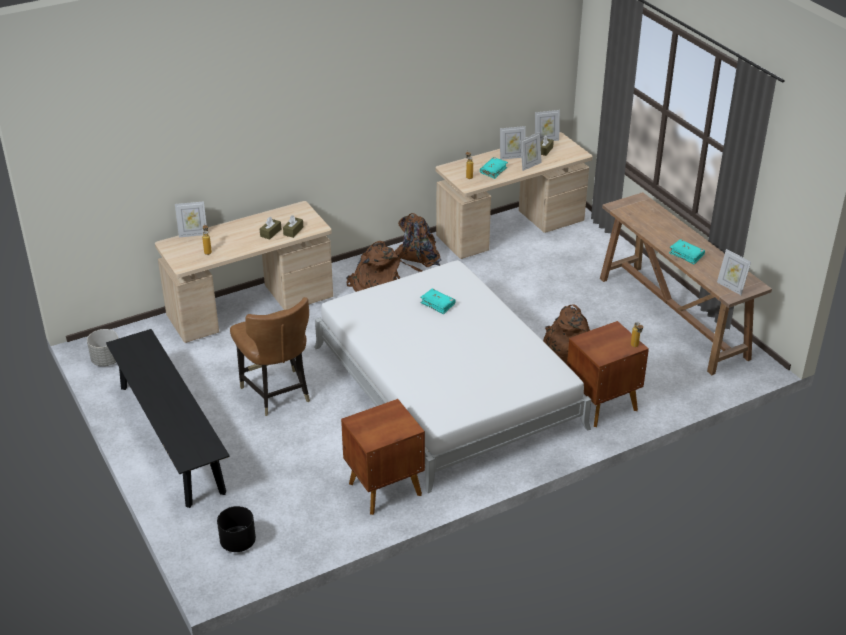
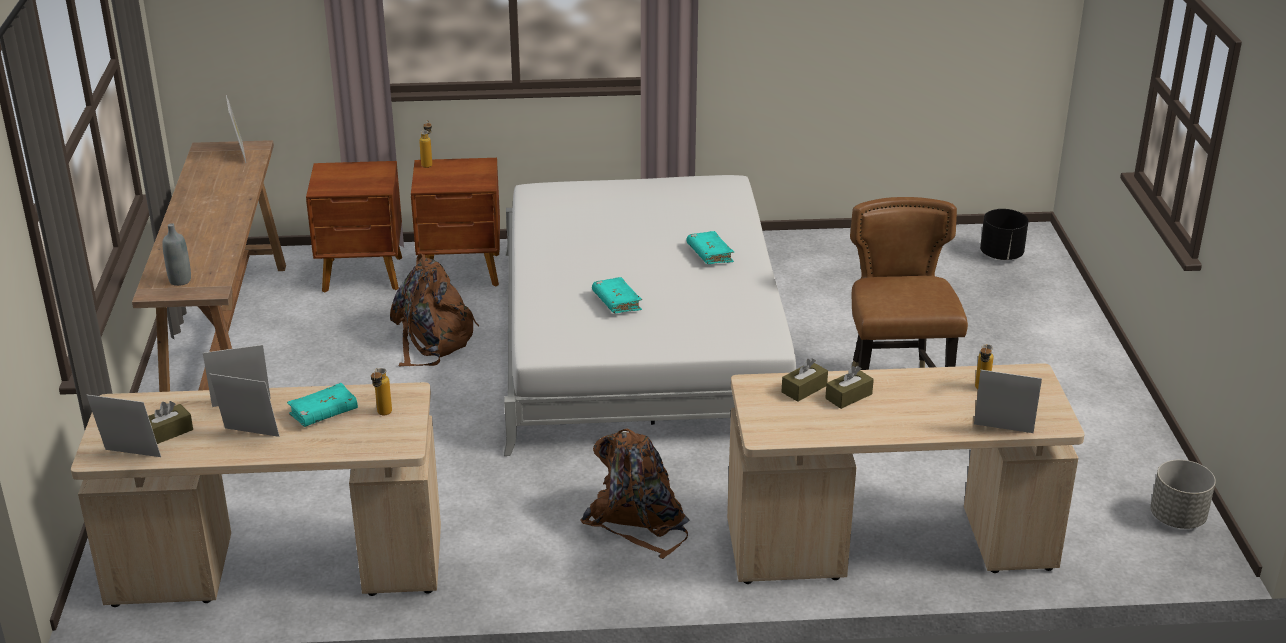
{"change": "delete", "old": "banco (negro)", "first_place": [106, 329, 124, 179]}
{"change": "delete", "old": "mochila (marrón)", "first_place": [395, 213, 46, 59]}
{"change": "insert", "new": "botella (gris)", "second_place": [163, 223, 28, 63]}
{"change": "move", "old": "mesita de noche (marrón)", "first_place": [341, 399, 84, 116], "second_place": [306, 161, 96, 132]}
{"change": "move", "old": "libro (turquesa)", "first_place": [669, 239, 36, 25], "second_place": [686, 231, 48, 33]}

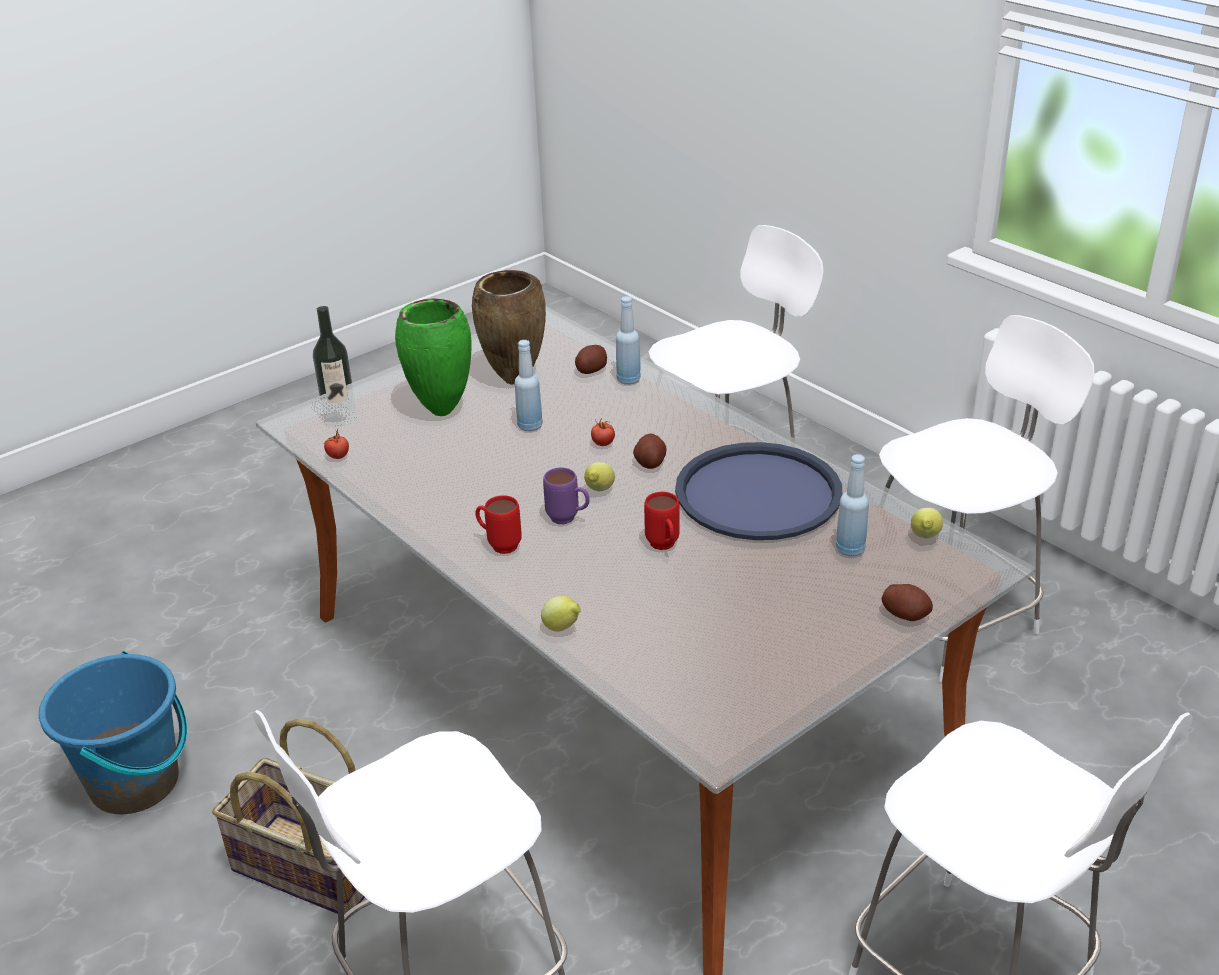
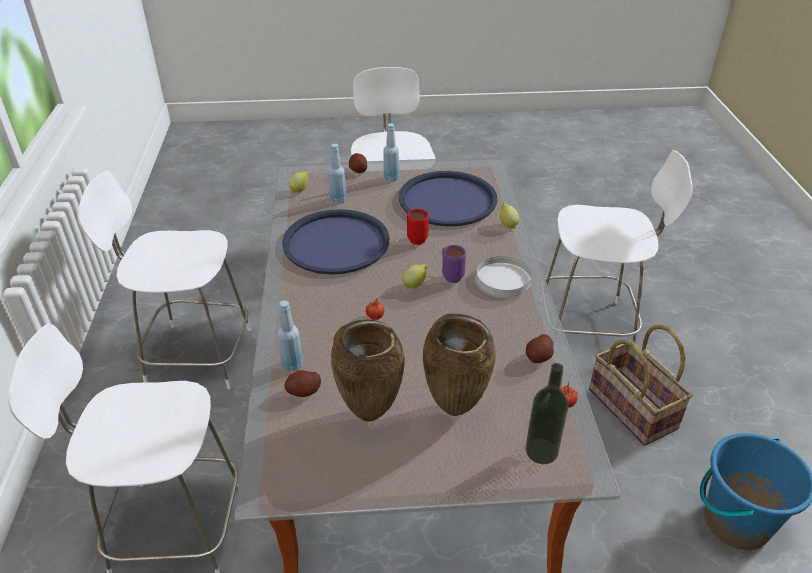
{"change": "insert", "new": "bandeja (azul)", "second_place": [399, 171, 98, 55]}
{"change": "move", "old": "botella (azul)", "first_place": [515, 340, 28, 91], "second_place": [383, 123, 16, 58]}
{"change": "move", "old": "patata", "first_place": [633, 433, 34, 36], "second_place": [526, 334, 28, 29]}
{"change": "replace", "old": "taza grande (rojo)", "new": "plato (blanco)", "first_place": [475, 495, 47, 59], "second_place": [476, 256, 56, 41]}
{"change": "recolor", "old": "florero (verde)", "new": "florero (marrón)", "first_place": [395, 298, 77, 118], "second_place": [423, 314, 73, 102]}

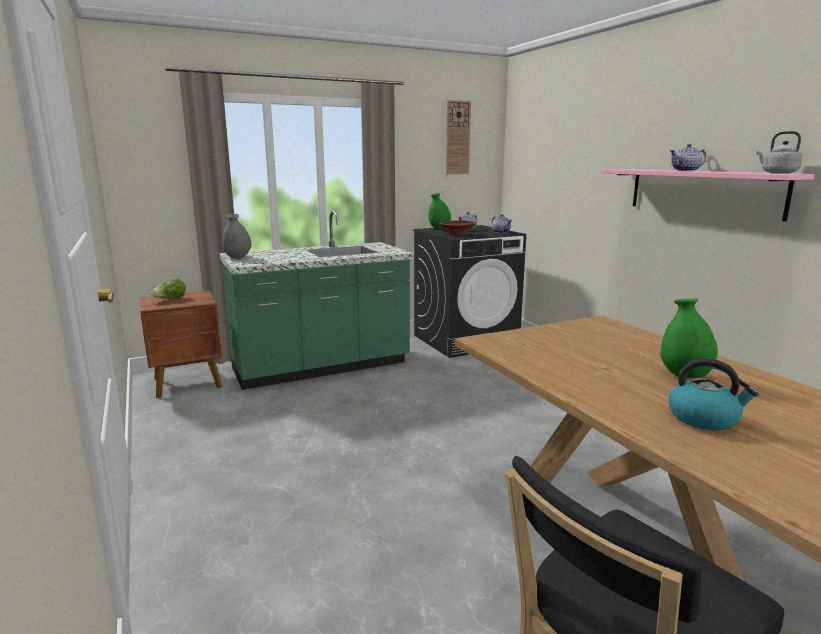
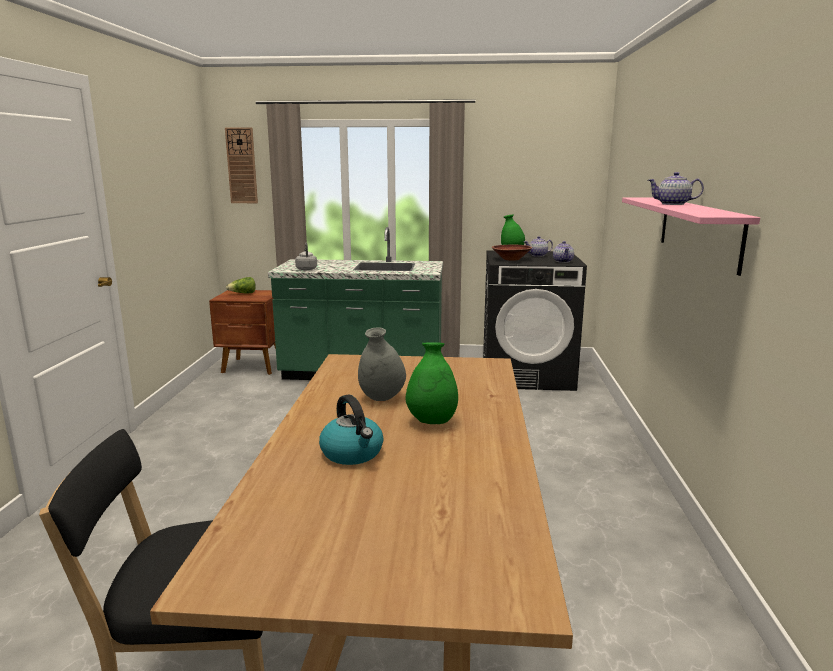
{"change": "move", "old": "florero (gris)", "first_place": [222, 214, 30, 45], "second_place": [358, 327, 48, 74]}
{"change": "move", "old": "reloj de pared", "first_place": [446, 100, 25, 74], "second_place": [225, 127, 33, 76]}
{"change": "move", "old": "hervidor (gris)", "first_place": [756, 131, 46, 42], "second_place": [295, 243, 22, 27]}

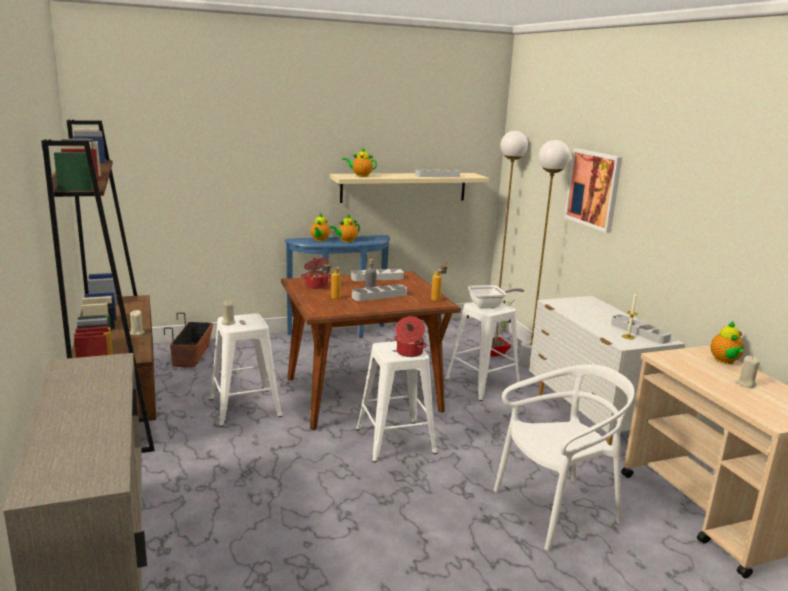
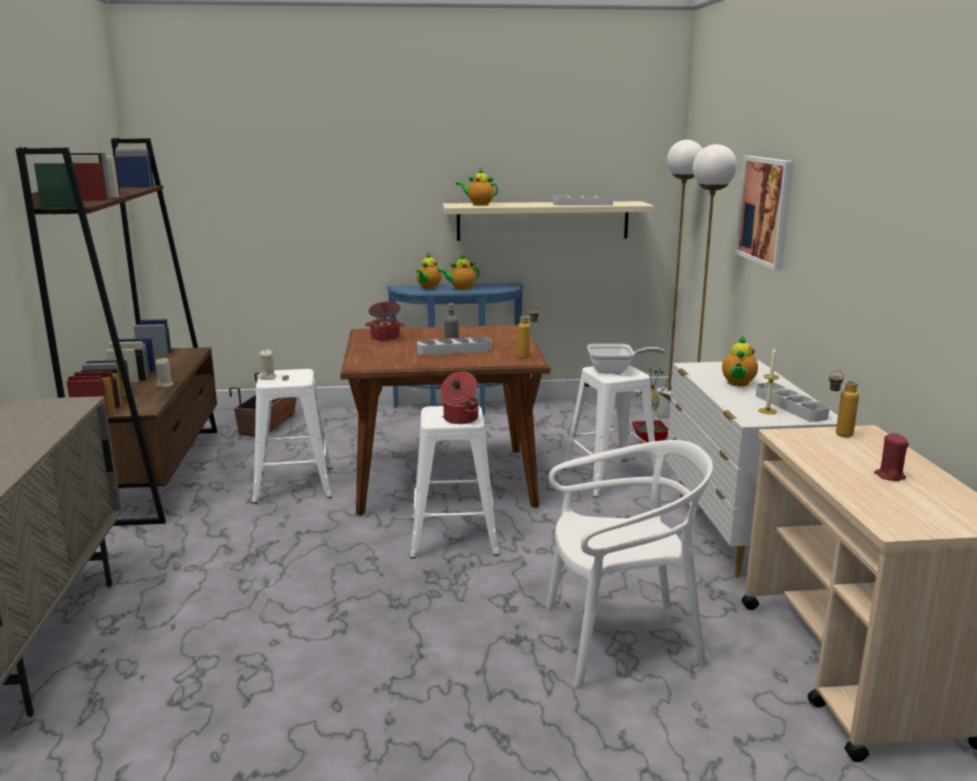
{"change": "delete", "old": "bandeja (gris)", "first_place": [351, 269, 53, 12]}
{"change": "move", "old": "botella", "first_place": [323, 261, 18, 39], "second_place": [829, 370, 30, 67]}
{"change": "move", "old": "tetera", "first_place": [710, 321, 34, 43], "second_place": [722, 336, 36, 50]}
{"change": "recolor", "old": "vela (beis)", "new": "vela (rojo)", "first_place": [735, 356, 25, 32], "second_place": [874, 433, 35, 48]}

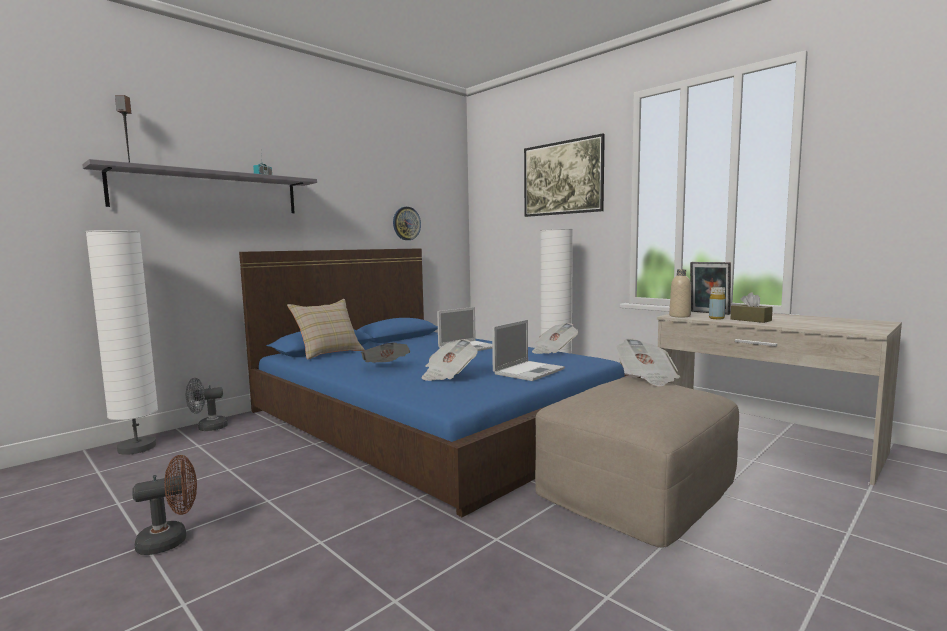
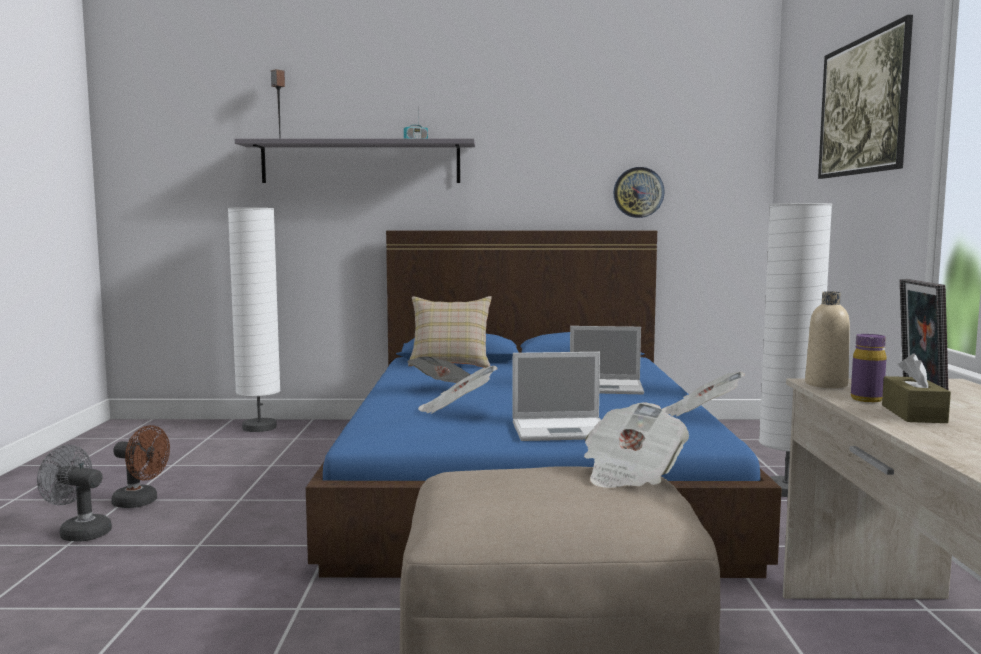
{"change": "move", "old": "ventilador (gris)", "first_place": [186, 378, 42, 53], "second_place": [37, 445, 75, 97]}
{"change": "recolor", "old": "botella (amarillo)", "new": "botella (morado)", "first_place": [709, 287, 17, 32], "second_place": [851, 334, 35, 68]}

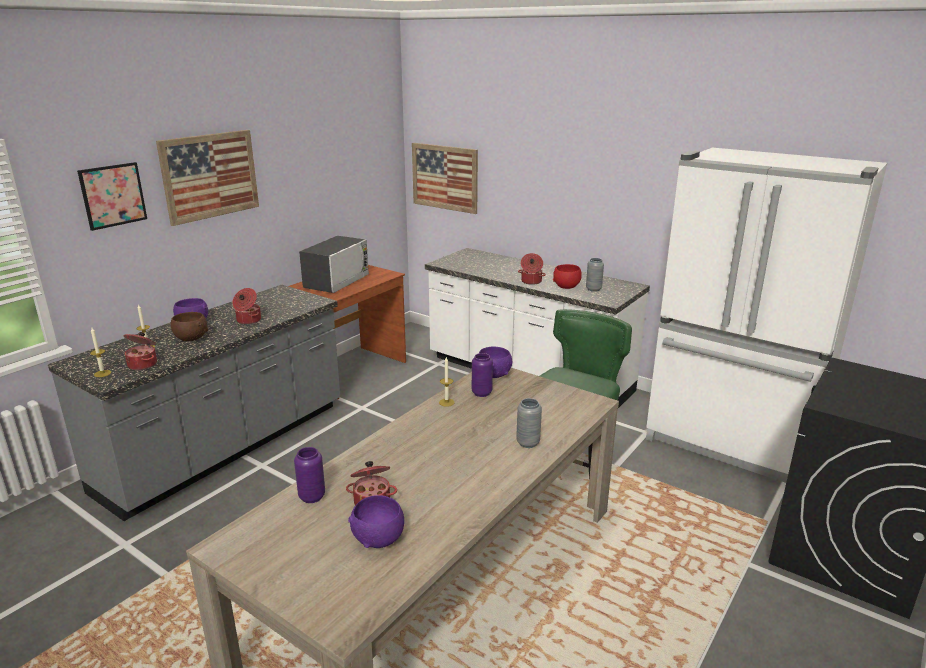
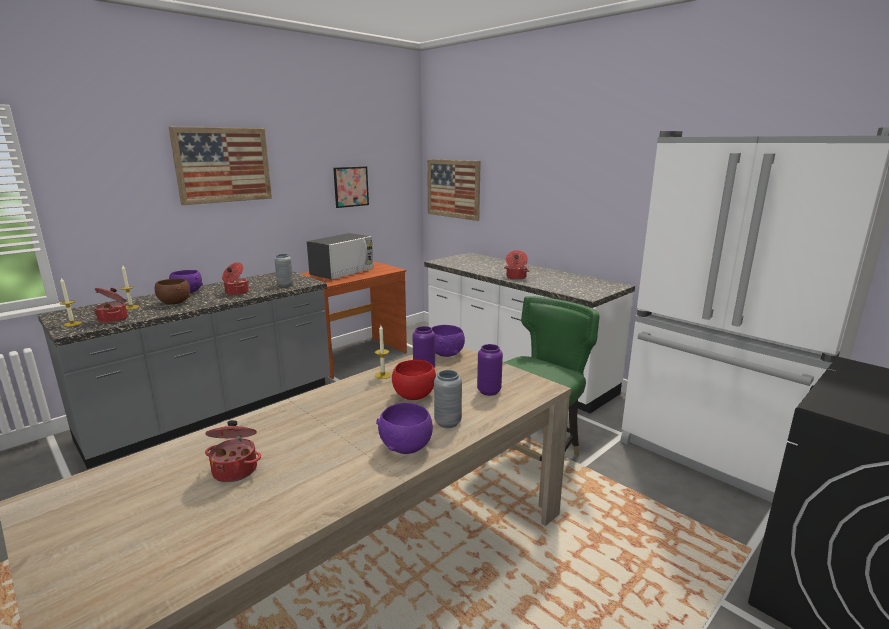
{"change": "move", "old": "cuadro", "first_place": [77, 162, 70, 69], "second_place": [333, 167, 36, 41]}
{"change": "move", "old": "florero (morado)", "first_place": [294, 447, 31, 56], "second_place": [477, 344, 26, 52]}
{"change": "move", "old": "cuenco (morado)", "first_place": [348, 495, 56, 53], "second_place": [376, 403, 57, 51]}
{"change": "move", "old": "cuenco (rojo)", "first_place": [553, 264, 29, 25], "second_place": [392, 360, 44, 40]}
{"change": "move", "old": "florero (gris)", "first_place": [586, 258, 18, 34], "second_place": [274, 254, 19, 33]}

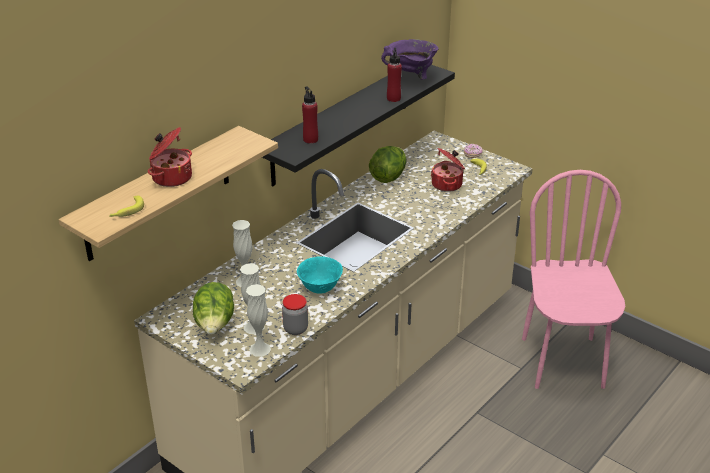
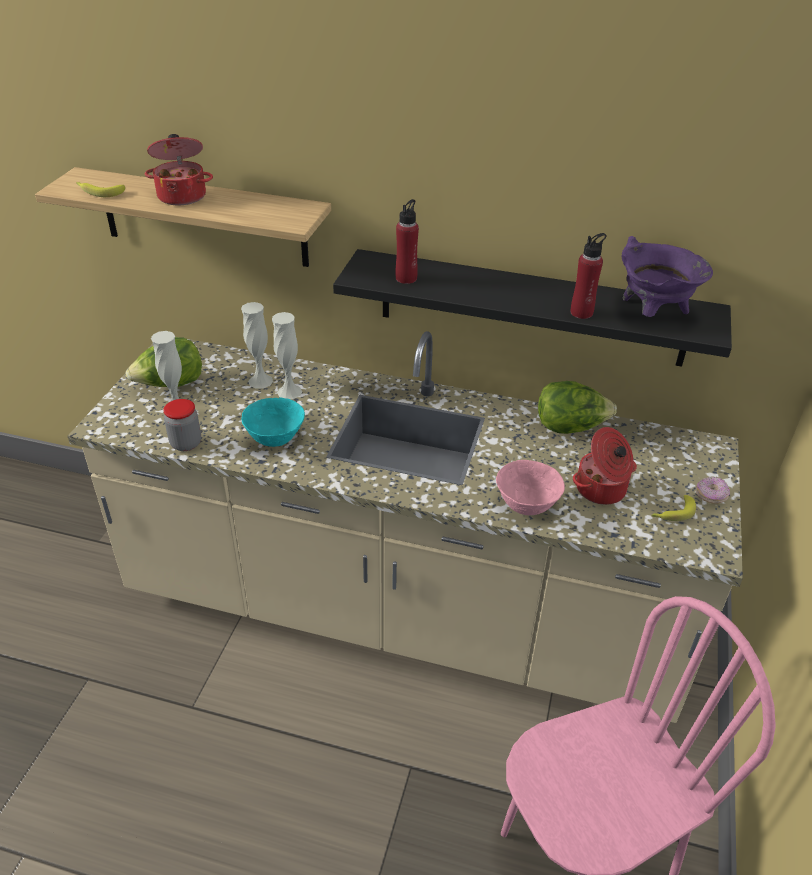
{"change": "insert", "new": "cuenco (rosa)", "second_place": [496, 460, 69, 55]}
{"change": "move", "old": "florero (blanco)", "first_place": [246, 284, 25, 73], "second_place": [272, 312, 30, 87]}

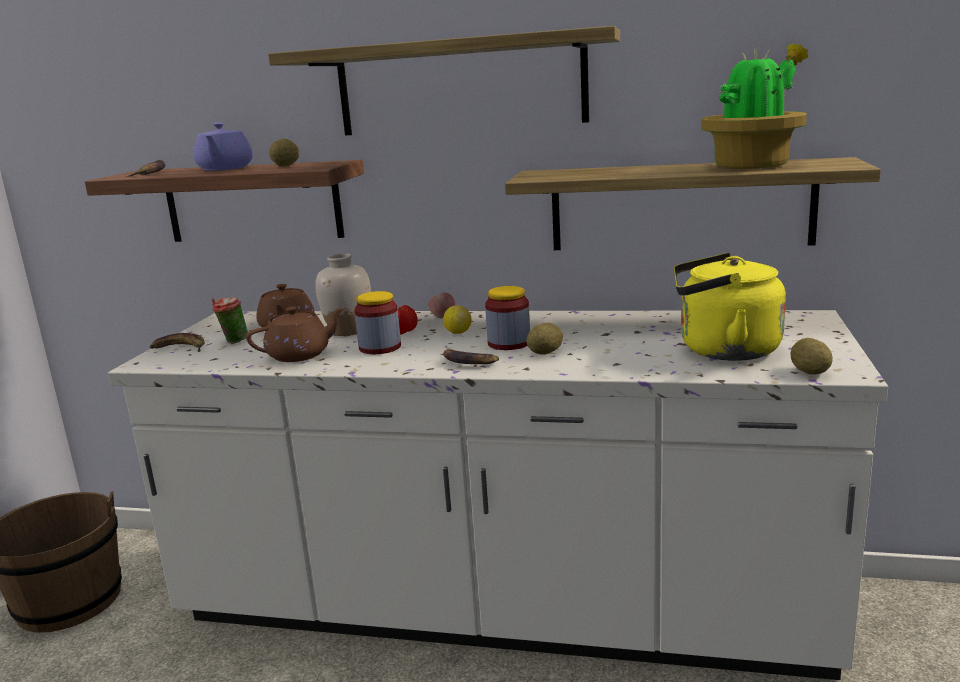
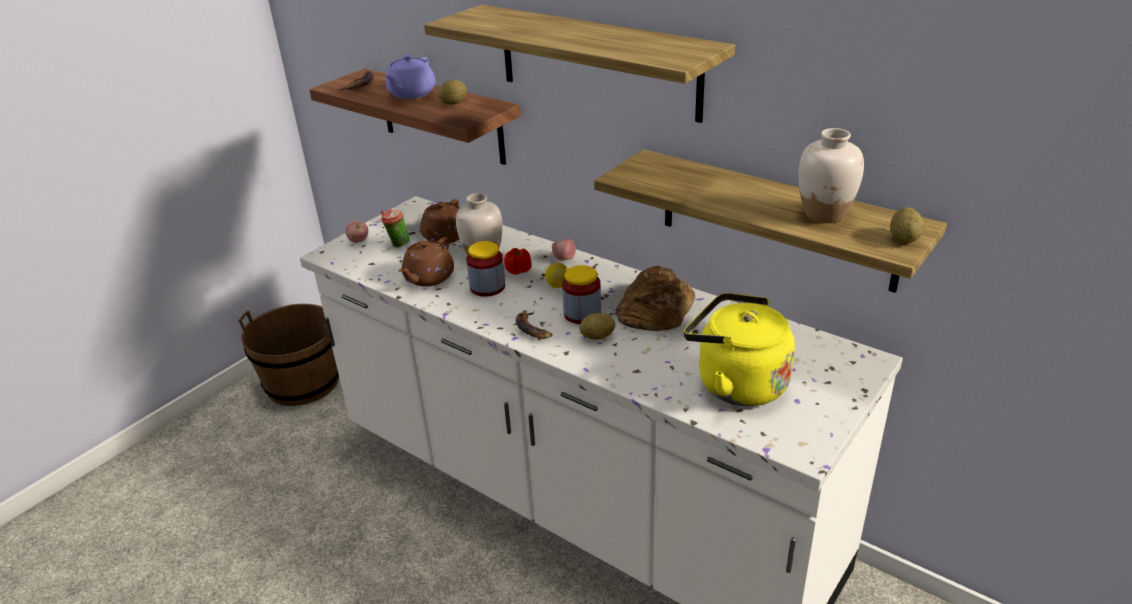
{"change": "insert", "new": "pan", "second_place": [616, 266, 79, 65]}
{"change": "move", "old": "patata", "first_place": [790, 338, 43, 37], "second_place": [890, 207, 35, 36]}
{"change": "replace", "old": "plátano", "new": "manzana", "first_place": [150, 333, 55, 19], "second_place": [345, 221, 23, 21]}
{"change": "replace", "old": "planta en maceta", "new": "florero (blanco)", "first_place": [701, 43, 108, 126], "second_place": [799, 128, 65, 95]}
{"change": "rotate", "old": "tetera (marrón)", "first_place": [246, 307, 99, 55], "second_place": [399, 237, 55, 50], "degrees": 120}

